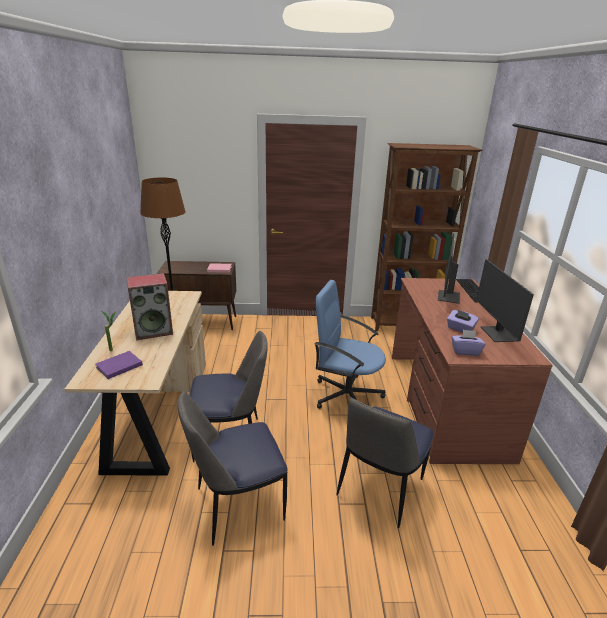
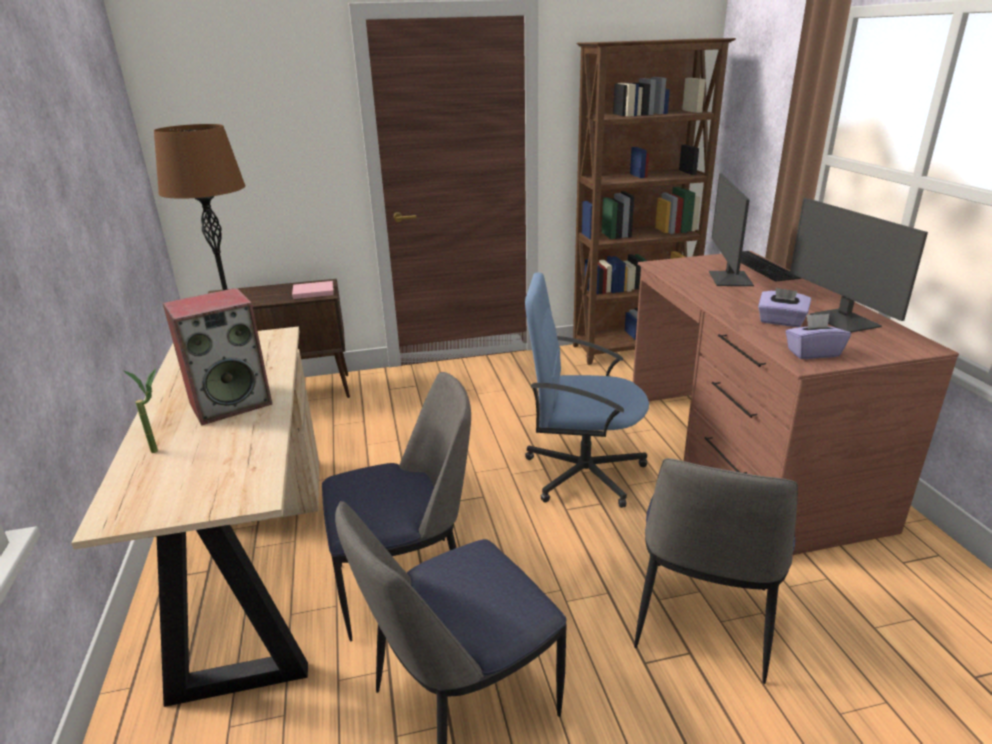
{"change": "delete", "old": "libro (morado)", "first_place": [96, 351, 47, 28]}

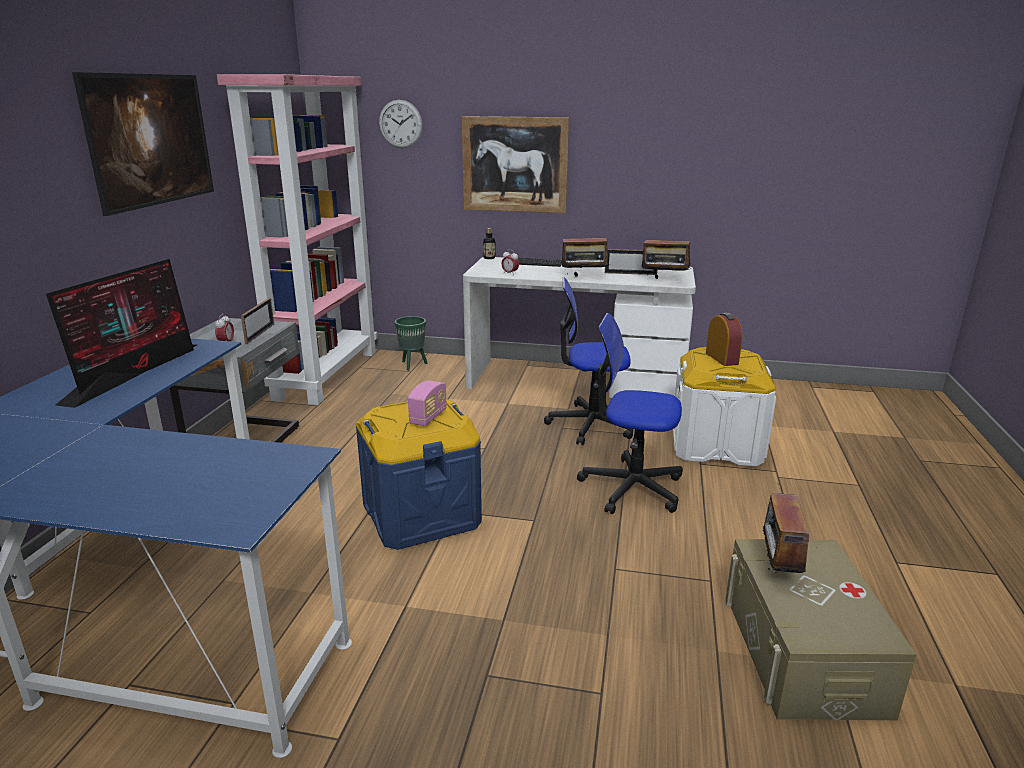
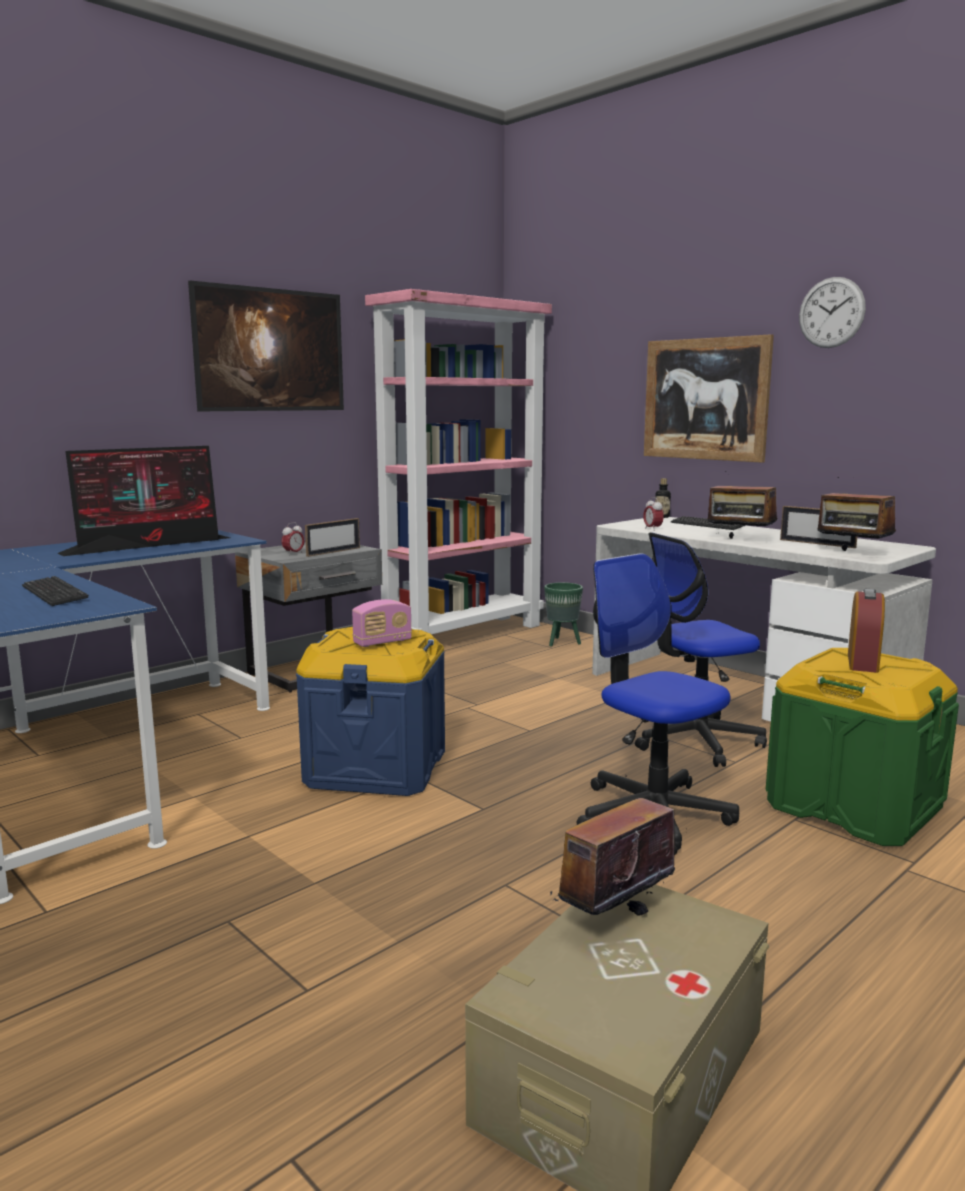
{"change": "insert", "new": "teclado", "second_place": [22, 576, 67, 30]}
{"change": "move", "old": "reloj de pared", "first_place": [379, 100, 44, 48], "second_place": [799, 277, 67, 71]}
{"change": "recolor", "old": "caja de almacenaje (blanco)", "new": "caja de almacenaje (verde)", "first_place": [673, 347, 103, 120], "second_place": [766, 648, 193, 198]}
{"change": "rotate", "old": "silla de oficina", "first_place": [544, 277, 89, 168], "second_place": [635, 532, 132, 235], "degrees": -60}

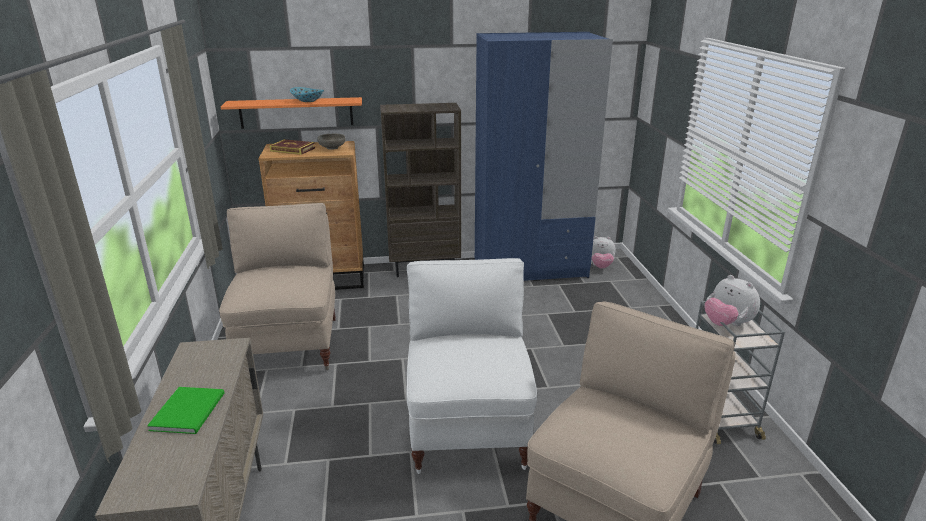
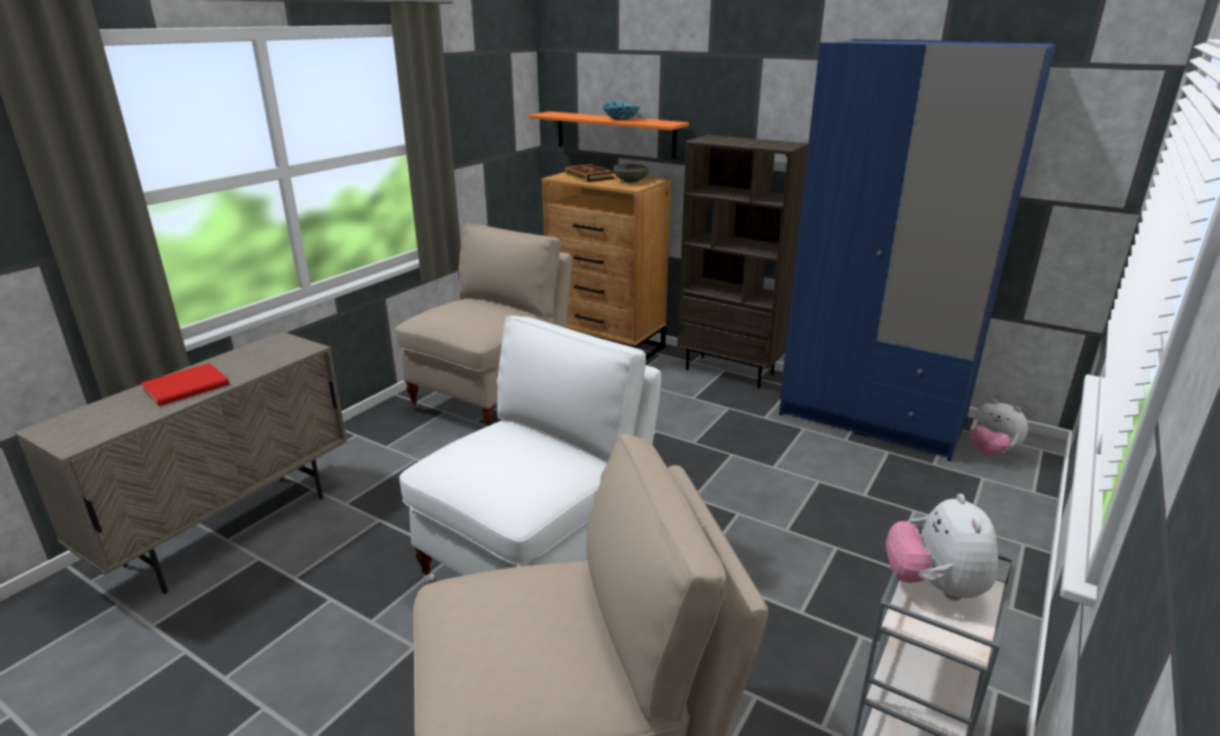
{"change": "recolor", "old": "libro (verde)", "new": "libro (rojo)", "first_place": [147, 387, 77, 47], "second_place": [141, 363, 88, 43]}

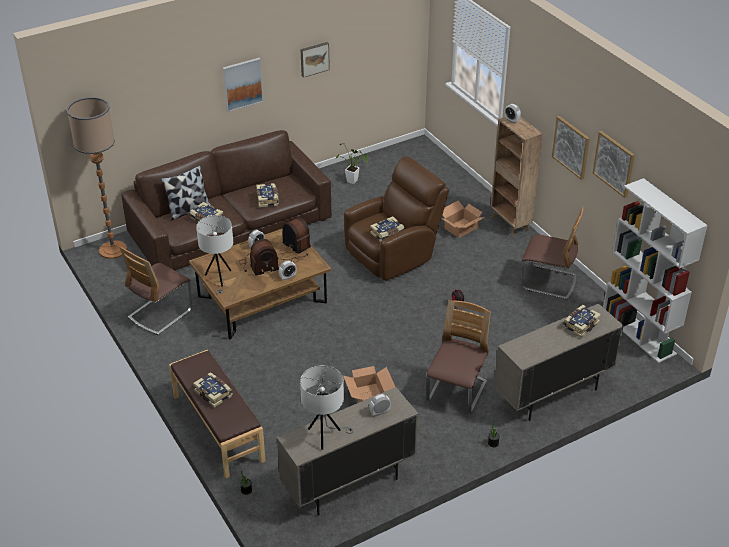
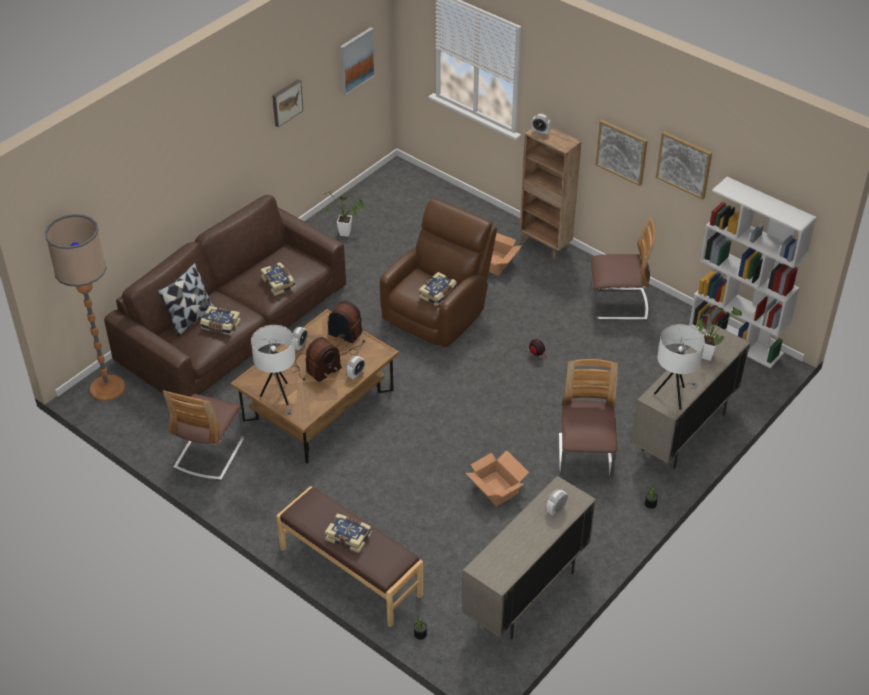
{"change": "move", "old": "cuadro", "first_place": [223, 58, 40, 54], "second_place": [340, 27, 35, 68]}
{"change": "move", "old": "lámpara de mesa (blanco)", "first_place": [300, 365, 54, 85], "second_place": [654, 324, 51, 86]}
{"change": "replace", "old": "libro", "new": "planta en maceta", "first_place": [563, 305, 38, 33], "second_place": [696, 305, 46, 56]}

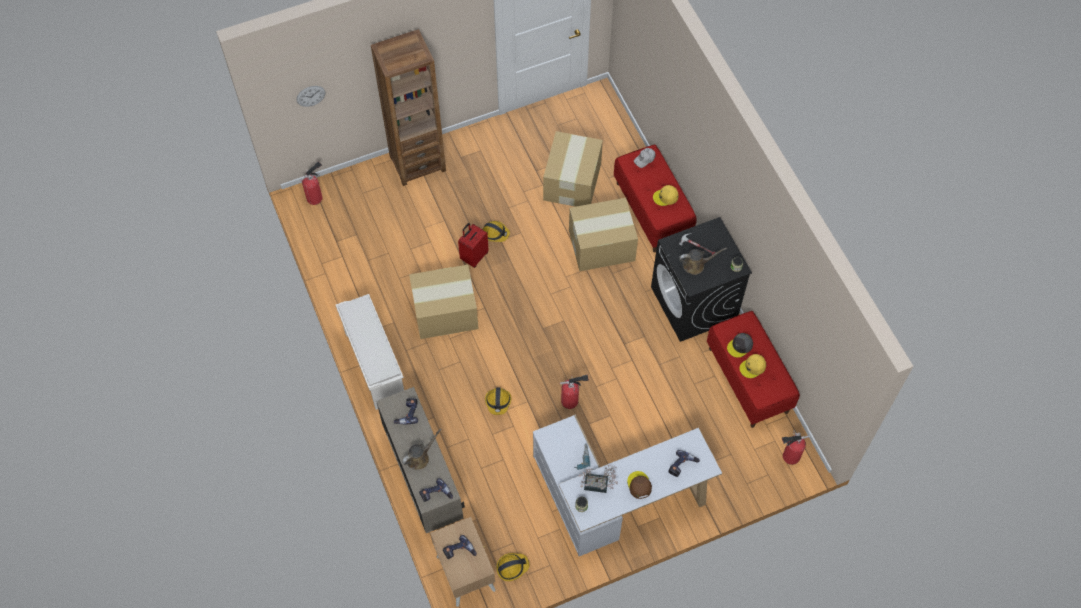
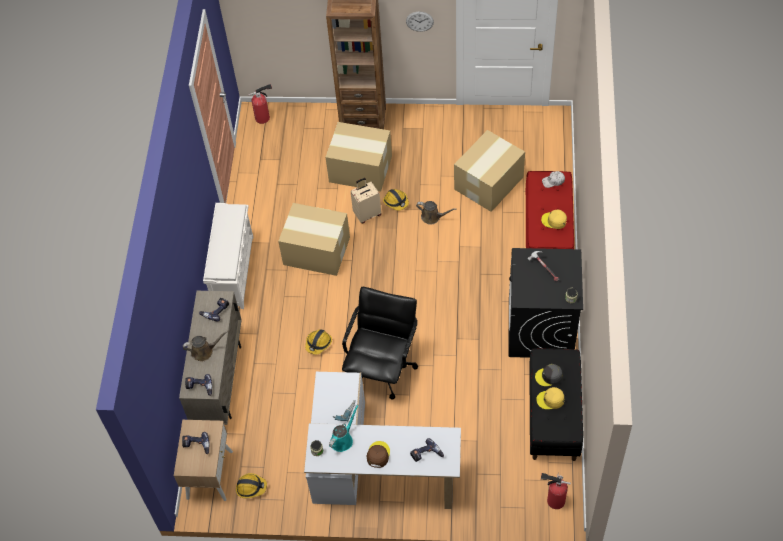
{"change": "move", "old": "reloj de pared", "first_place": [297, 86, 28, 21], "second_place": [406, 12, 28, 20]}
{"change": "move", "old": "caja de cartón", "first_place": [569, 198, 69, 73], "second_place": [325, 122, 67, 69]}
{"change": "move", "old": "regadera (marrón)", "first_place": [679, 248, 48, 27], "second_place": [416, 201, 40, 24]}
{"change": "replace", "old": "extintor", "new": "silla de oficina (negro)", "first_place": [560, 374, 29, 35], "second_place": [342, 287, 76, 112]}
{"change": "replace", "old": "planta en maceta", "new": "regadera (turquesa)", "first_place": [579, 465, 39, 28], "second_place": [329, 404, 30, 48]}
{"change": "recolor", "old": "maleta (rojo)", "new": "maleta (beis)", "first_place": [458, 223, 31, 45], "second_place": [351, 178, 30, 46]}
{"change": "recolor", "old": "banco (rojo)", "new": "banco (negro)", "first_place": [707, 311, 93, 117], "second_place": [529, 348, 54, 113]}

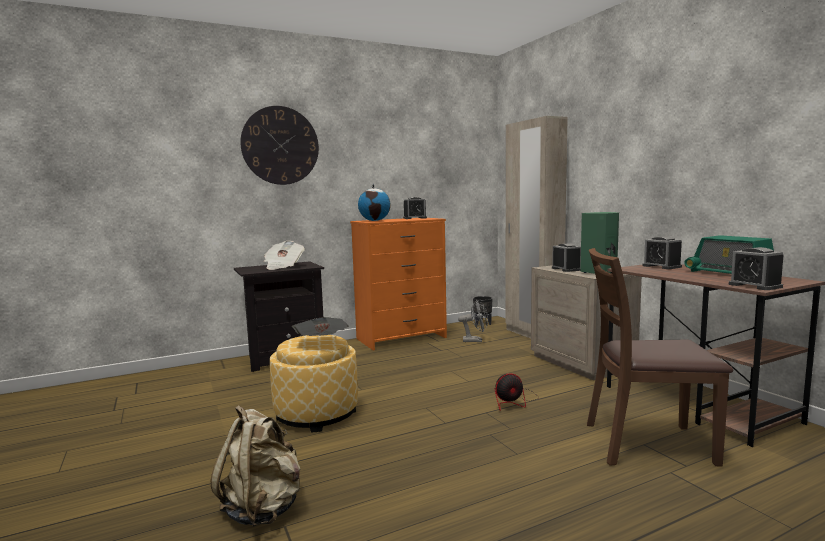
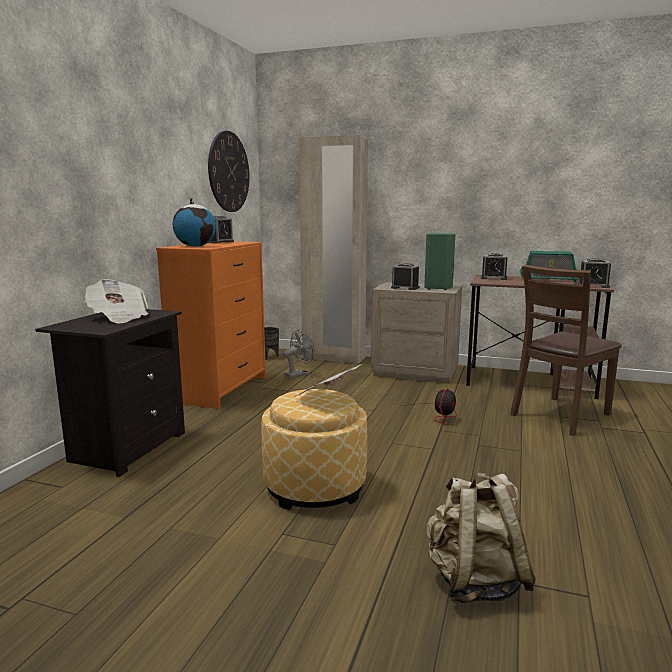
{"change": "move", "old": "reloj de pared", "first_place": [240, 106, 79, 79], "second_place": [208, 131, 41, 81]}

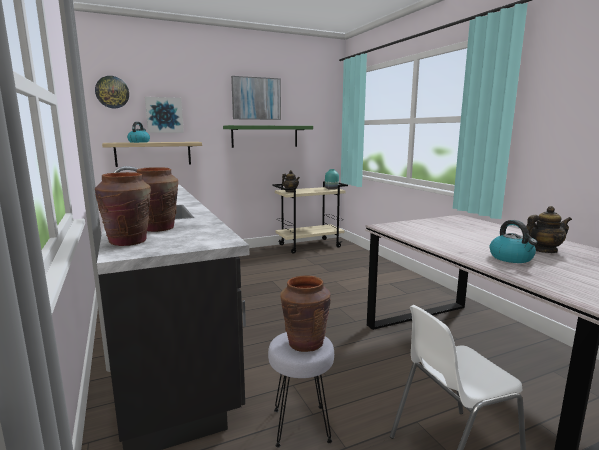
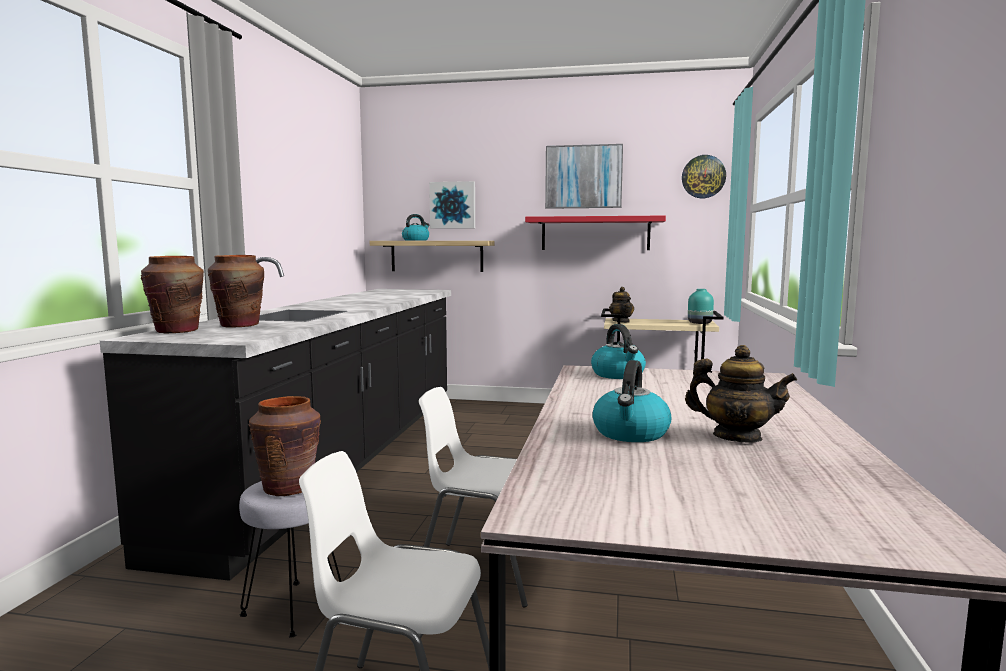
{"change": "insert", "new": "silla (blanco)", "second_place": [419, 387, 109, 221]}
{"change": "insert", "new": "hervidor", "second_place": [591, 324, 55, 55]}
{"change": "move", "old": "reloj de pared", "first_place": [95, 76, 34, 33], "second_place": [682, 155, 44, 43]}
{"change": "recolor", "old": "estante (verde)", "new": "estante (rojo)", "first_place": [223, 125, 90, 23], "second_place": [525, 216, 141, 34]}

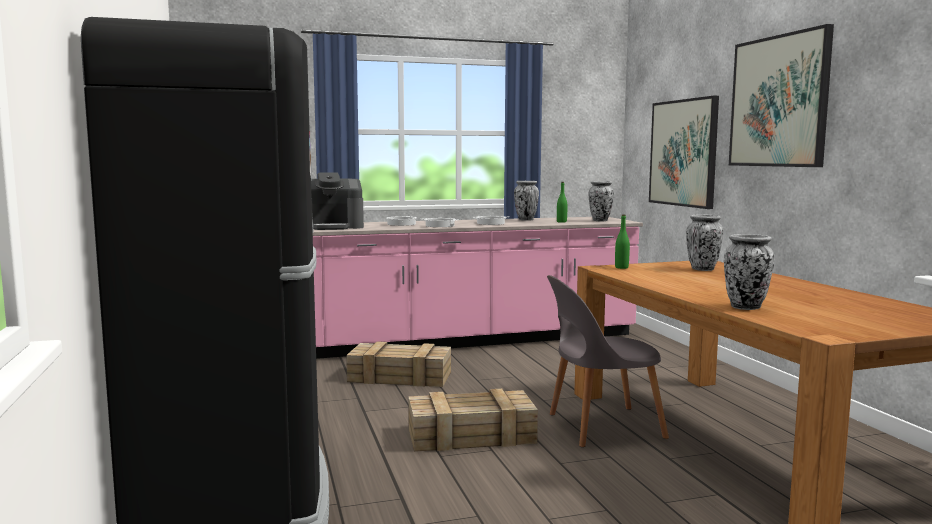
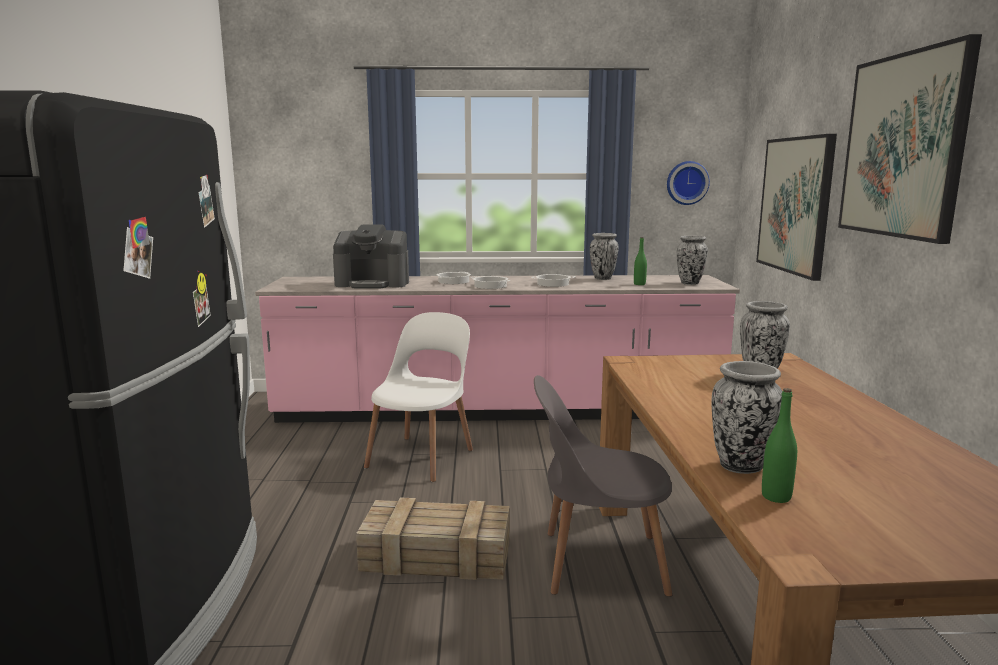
{"change": "insert", "new": "reloj de pared", "second_place": [667, 161, 43, 44]}
{"change": "move", "old": "botella (verde)", "first_place": [615, 214, 15, 55], "second_place": [762, 388, 35, 115]}
{"change": "replace", "old": "caja de embalaje", "new": "silla (blanco)", "first_place": [346, 342, 105, 45], "second_place": [364, 312, 109, 170]}

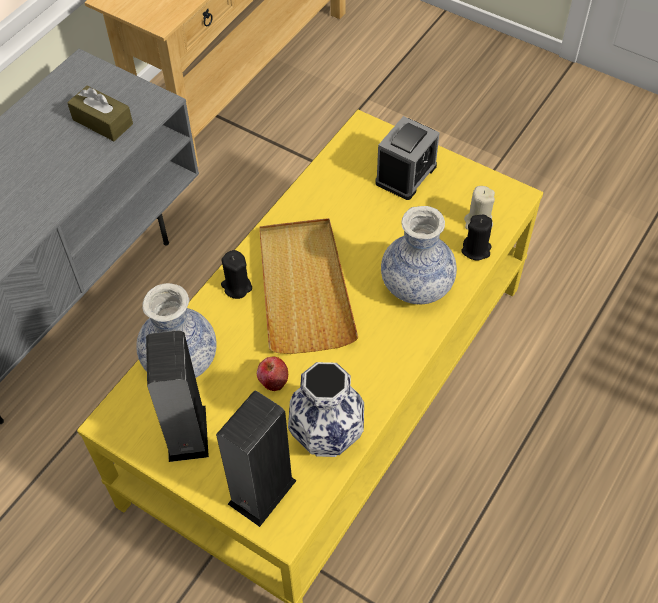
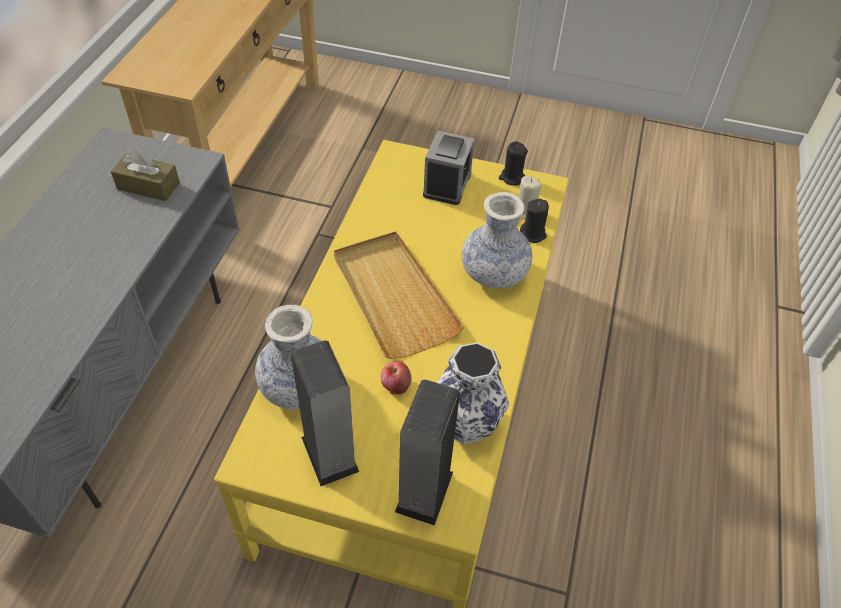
{"change": "move", "old": "vela (negro)", "first_place": [221, 250, 31, 49], "second_place": [499, 141, 29, 45]}

